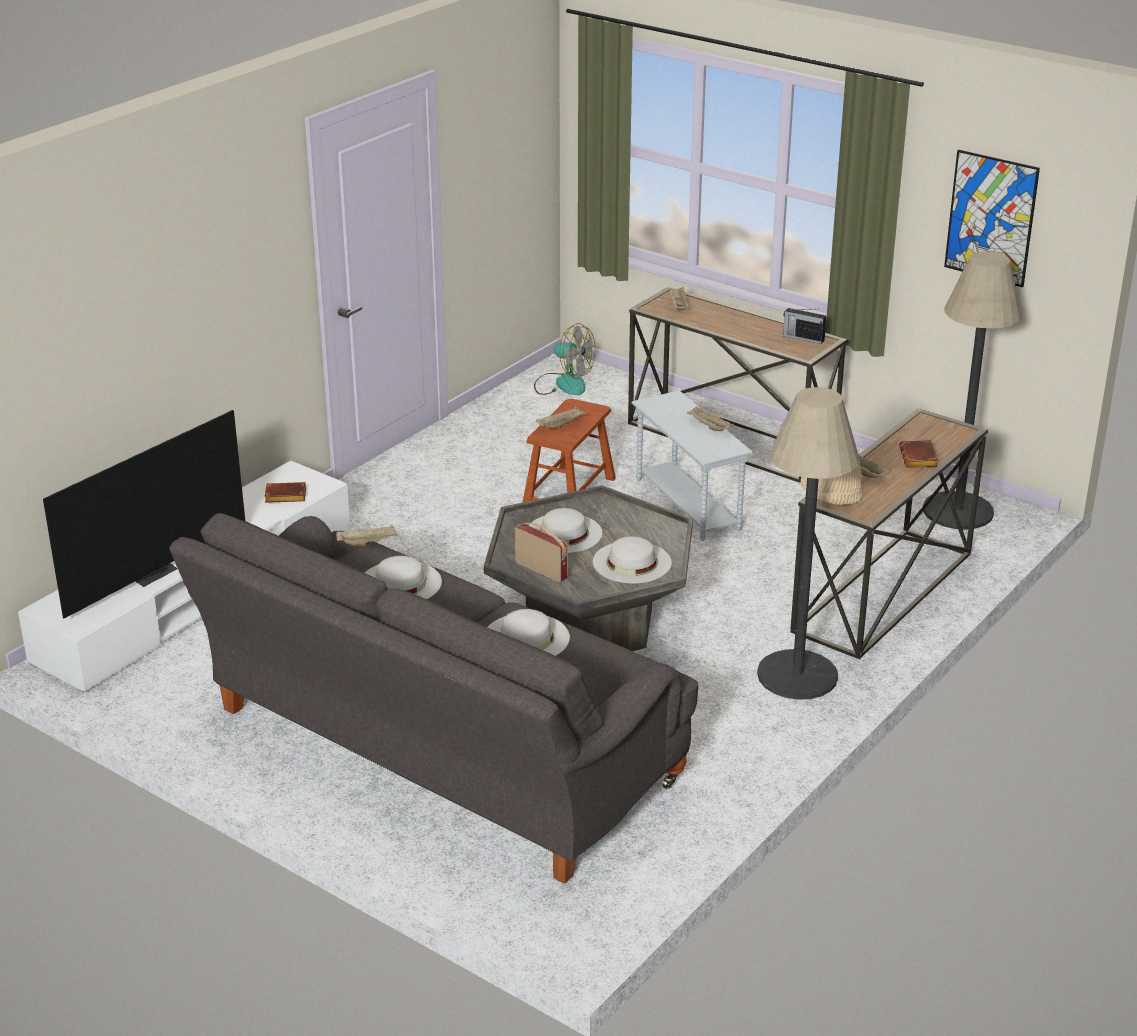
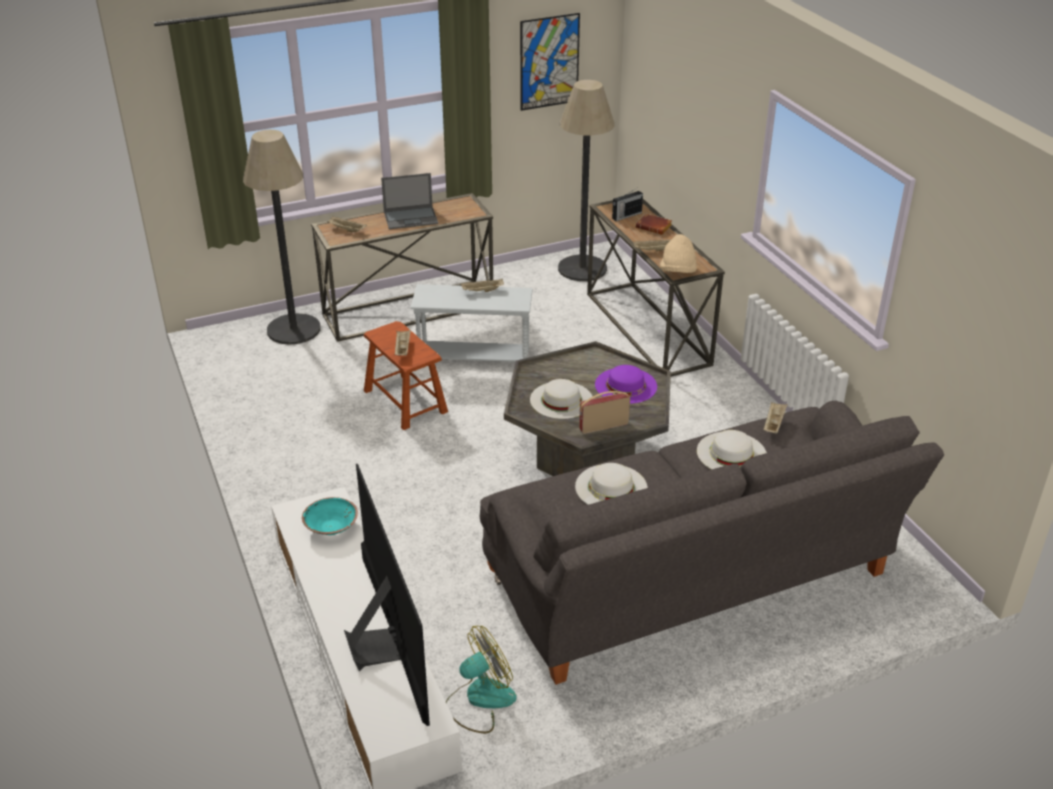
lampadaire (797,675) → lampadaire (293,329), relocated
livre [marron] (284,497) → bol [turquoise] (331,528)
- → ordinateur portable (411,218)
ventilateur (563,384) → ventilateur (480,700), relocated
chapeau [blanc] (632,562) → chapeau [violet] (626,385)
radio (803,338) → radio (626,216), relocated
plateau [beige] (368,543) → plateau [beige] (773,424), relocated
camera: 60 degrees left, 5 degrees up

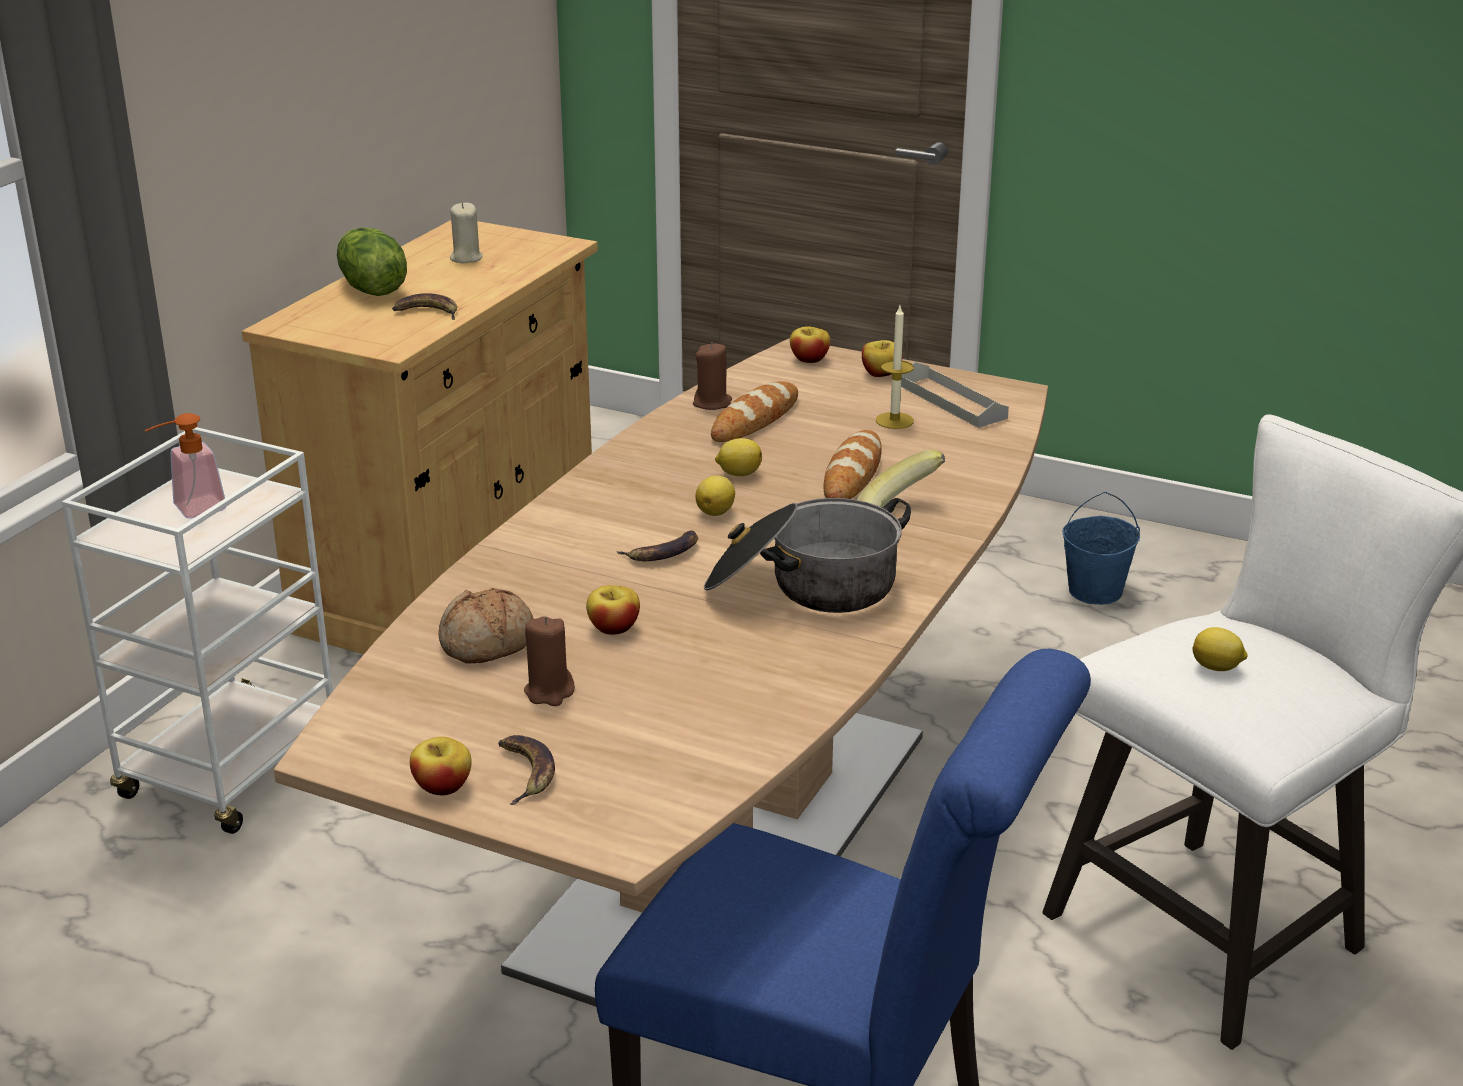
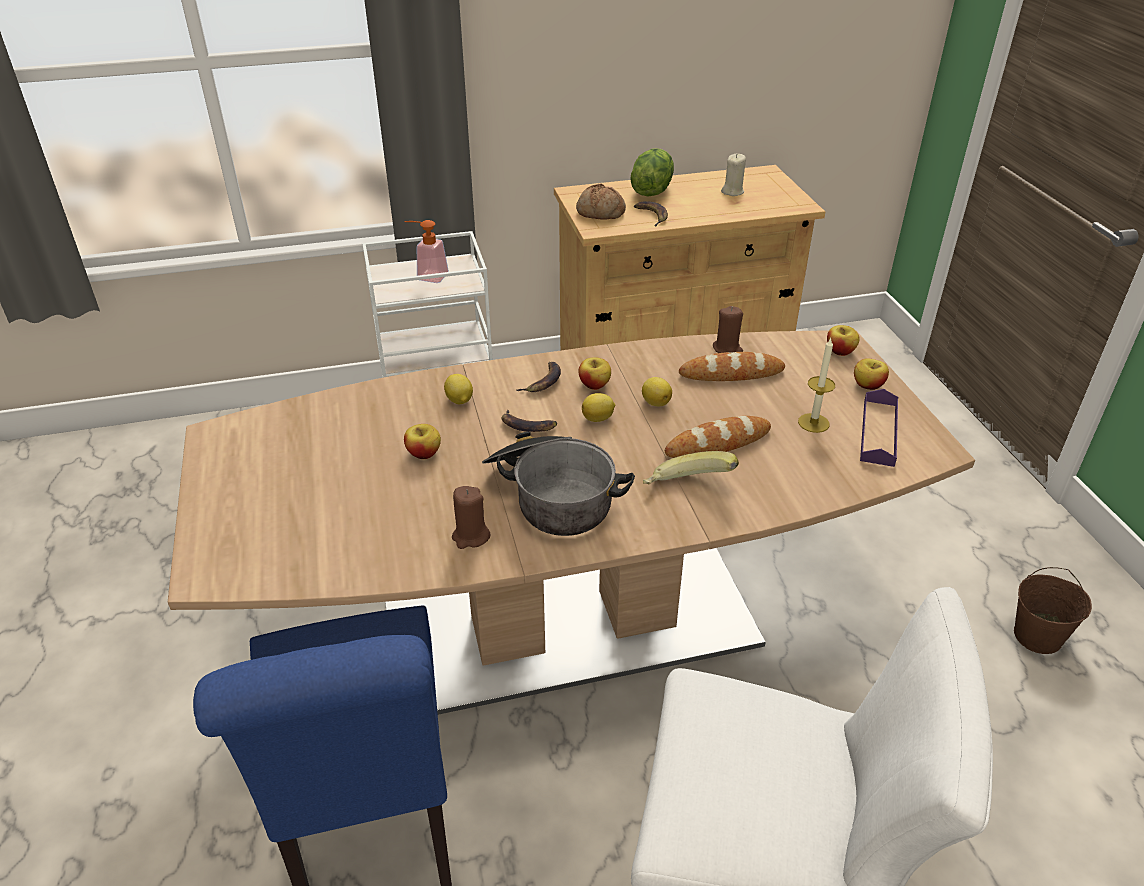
citron (1217,668) → citron (459,401), relocated
bougie [marron] (549,692) → bougie [marron] (470,536), relocated
banane (525,772) → banane (543,381), relocated
pain (488,644) → pain (600,213), relocated
pomme (442,787) → pomme (594,385), relocated
plateau [gris] (952,401) → plateau [violet] (878,432)
seau [bleu] (1095,591) → seau [marron] (1038,636)
camera: 50 degrees right, 10 degrees up

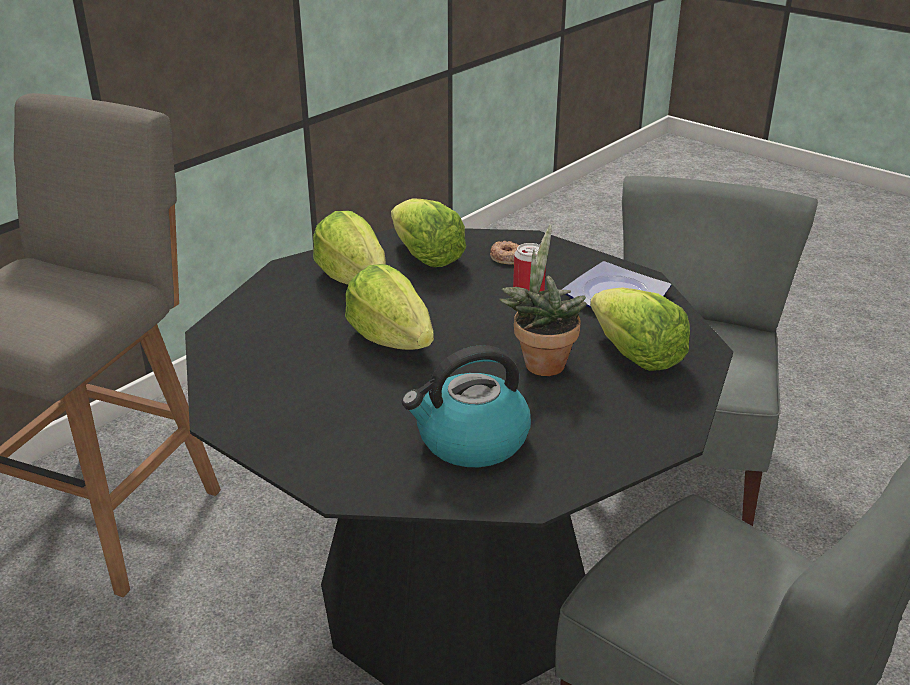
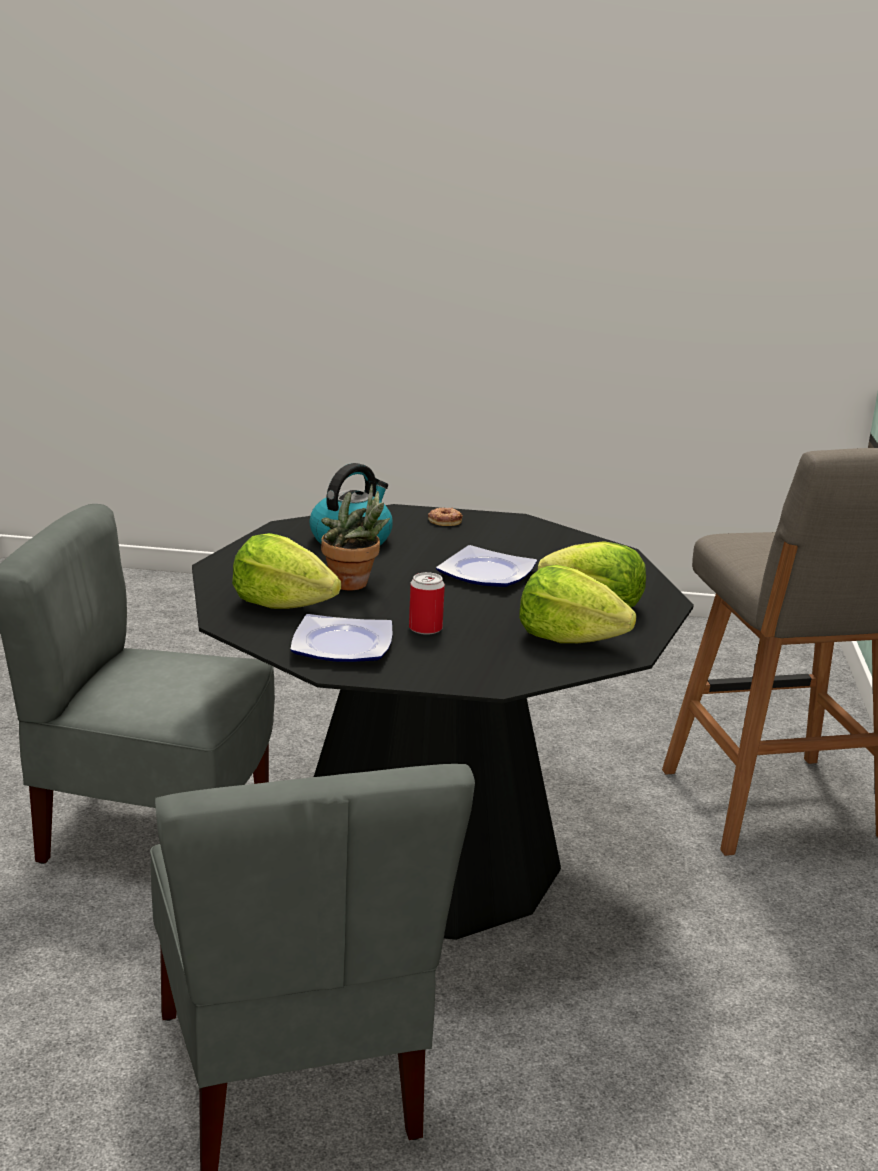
beignet (507,257) → beignet (445,521), relocated
laitue (391,339) → assiette (487,574)
camera: 145 degrees right, 10 degrees down

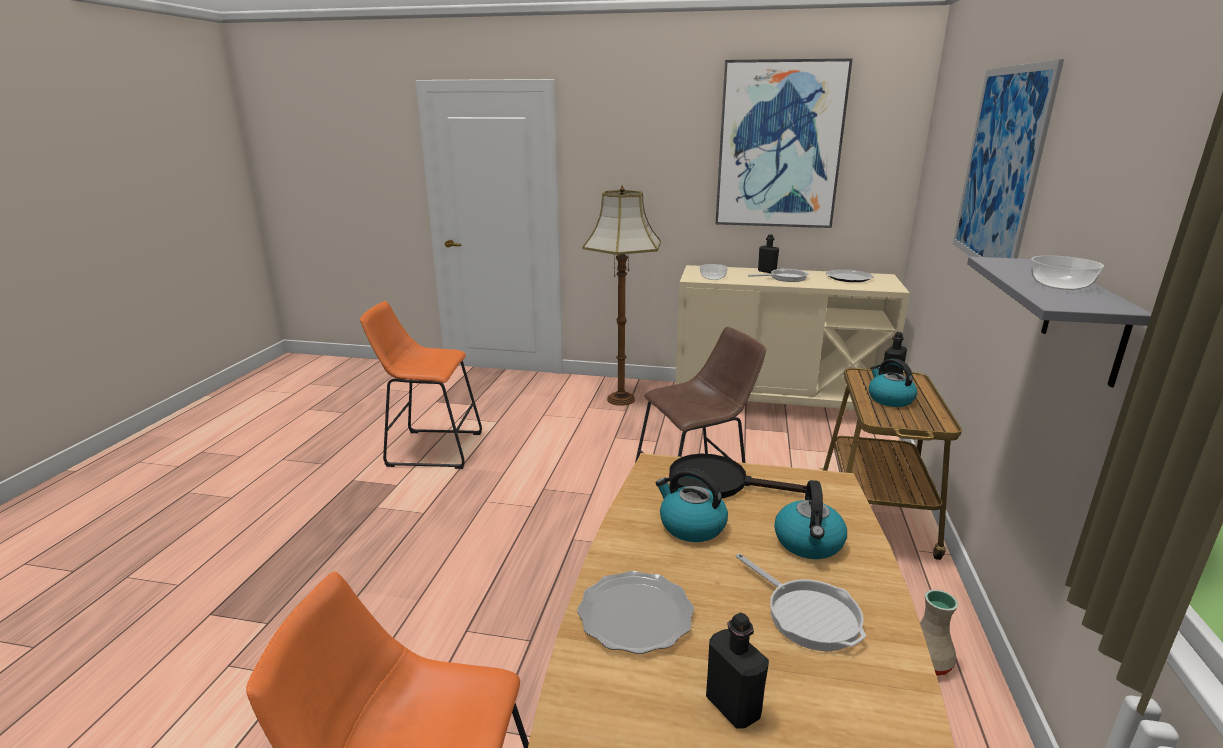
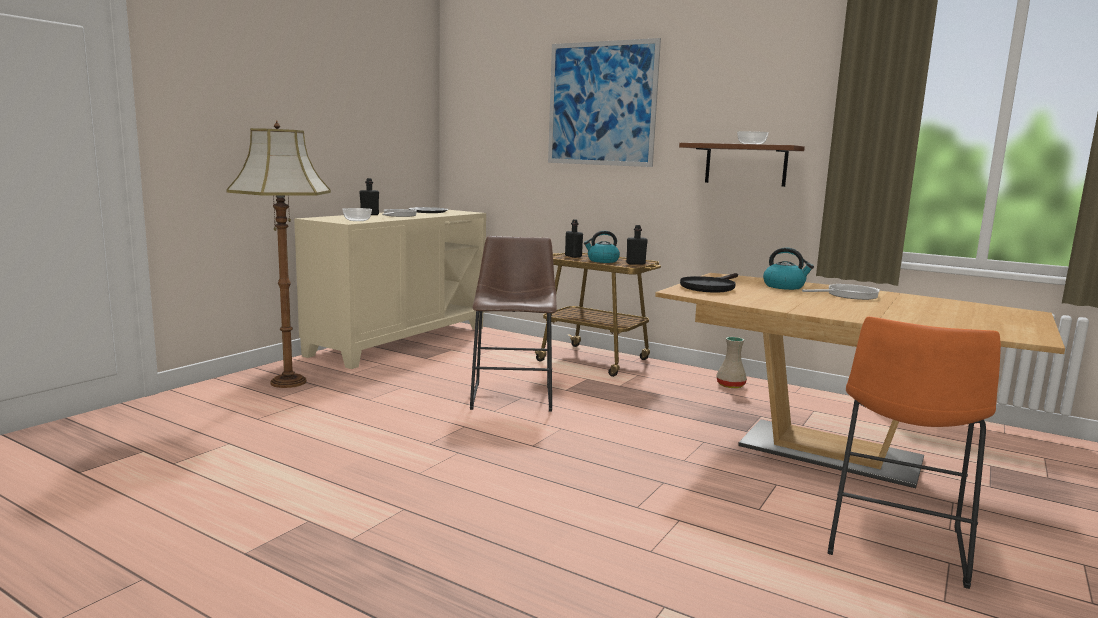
bouteille [noir] (733,707) → bouteille [noir] (635,263), relocated
étagère [gris] (1084,320) → étagère [marron] (745,164)
tabouret [orange] (429,448) → -
assiette (636,615) → -
bouilloire (691,526) → -
tableau (779,145) → -
camera: 70 degrees left, 10 degrees down

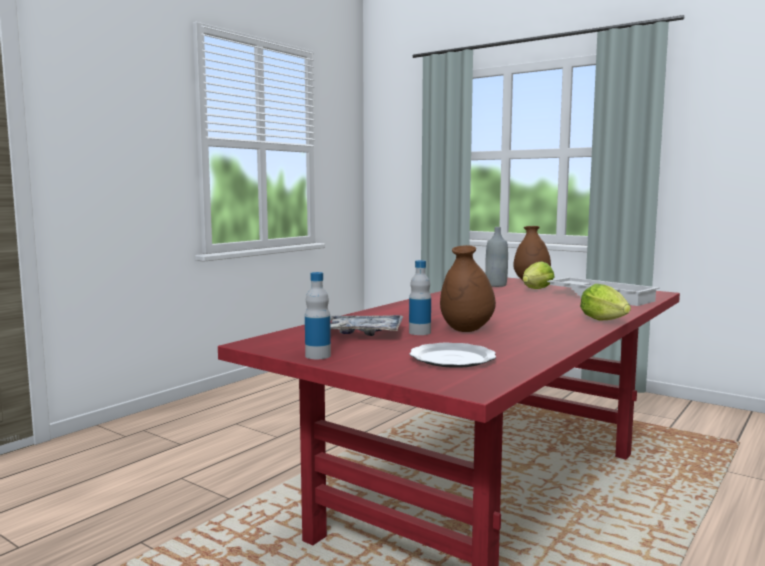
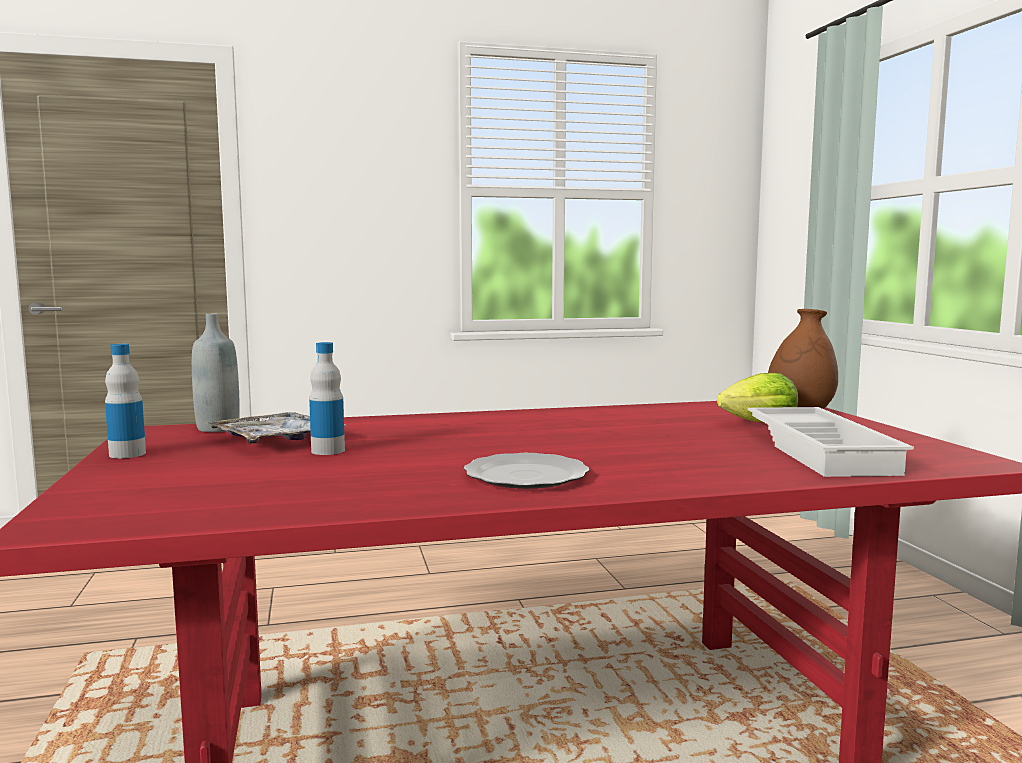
bouteille [gris] (496,285) → bouteille [gris] (218,428), relocated
assiette (453,358) → assiette (528,476), relocated
vase [marron] (466,330) → -
laitue (606,321) → -
camera: 40 degrees right, 0 degrees up

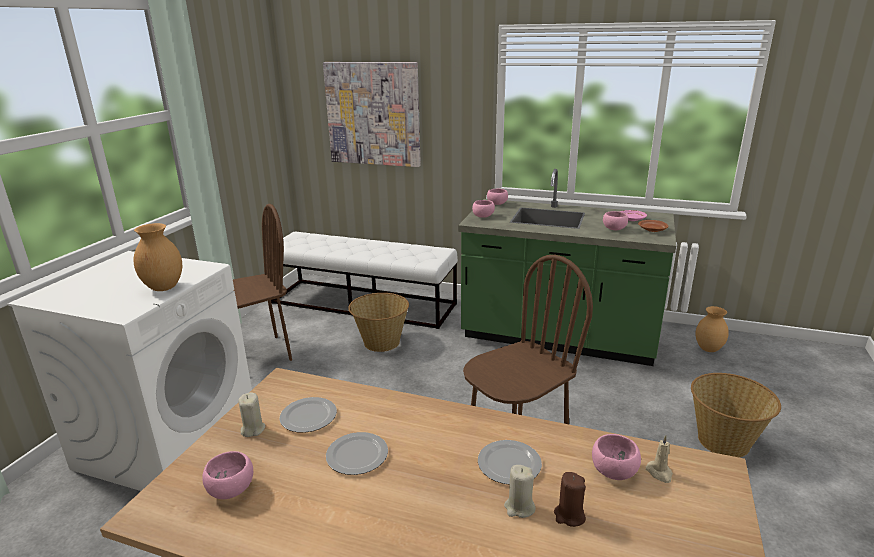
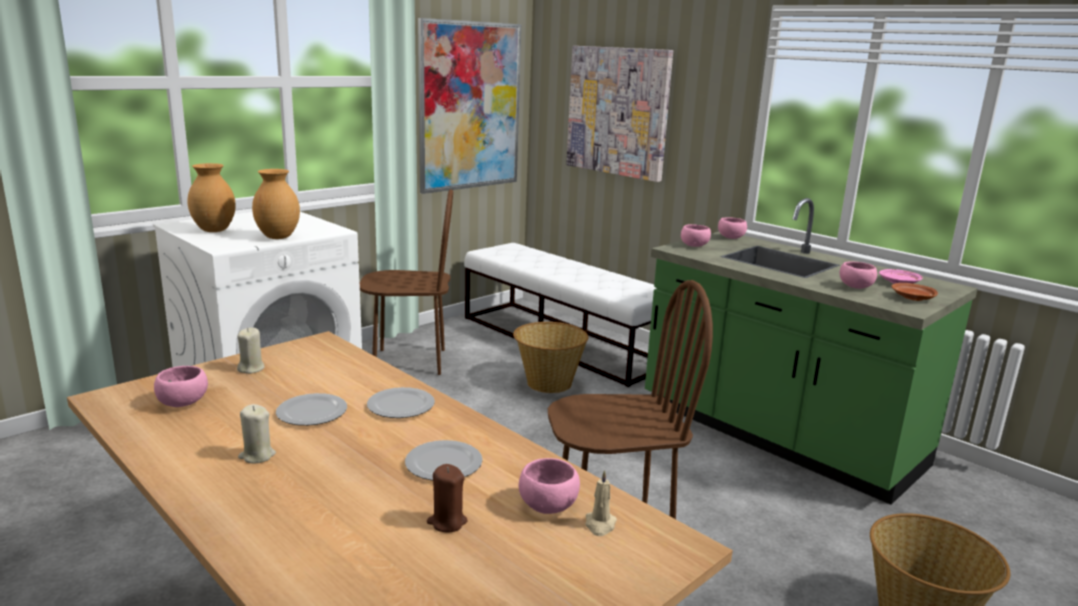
vase [marron] (708,349) → vase [marron] (213,230), relocated
bougie [beige] (519,507) → bougie [beige] (257,455), relocated
assiette (307,417) → assiette (399,406), relocated
- → tableau (470,106)
camera: 25 degrees right, 5 degrees down

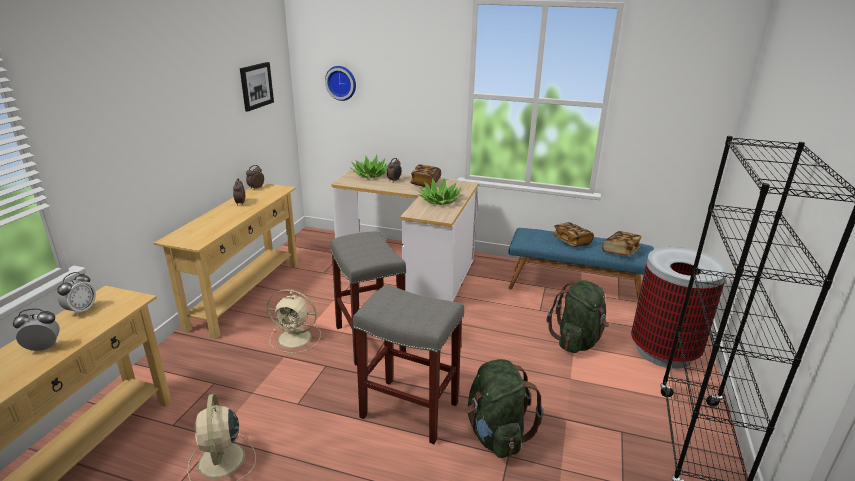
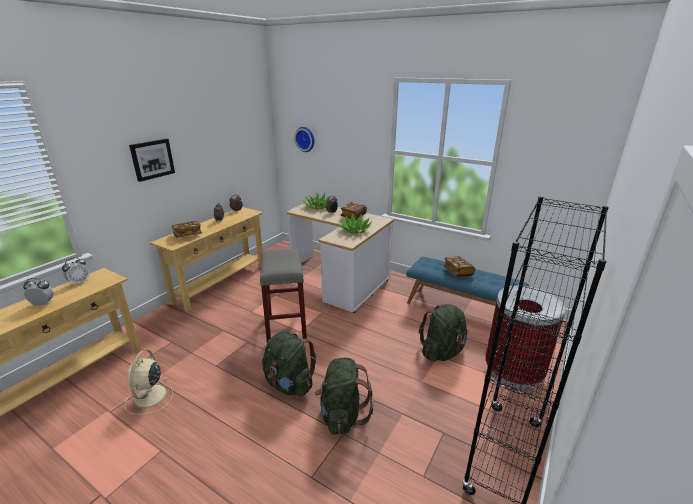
tableau (256,86) → tableau (152,159), relocated
livre (620,251) → livre (188,235), relocated
tabouret [gris] (411,410) → sac à dos [vert] (289,384)
ventilateur [beige] (296,338) → -
camera: 15 degrees right, 0 degrees up

